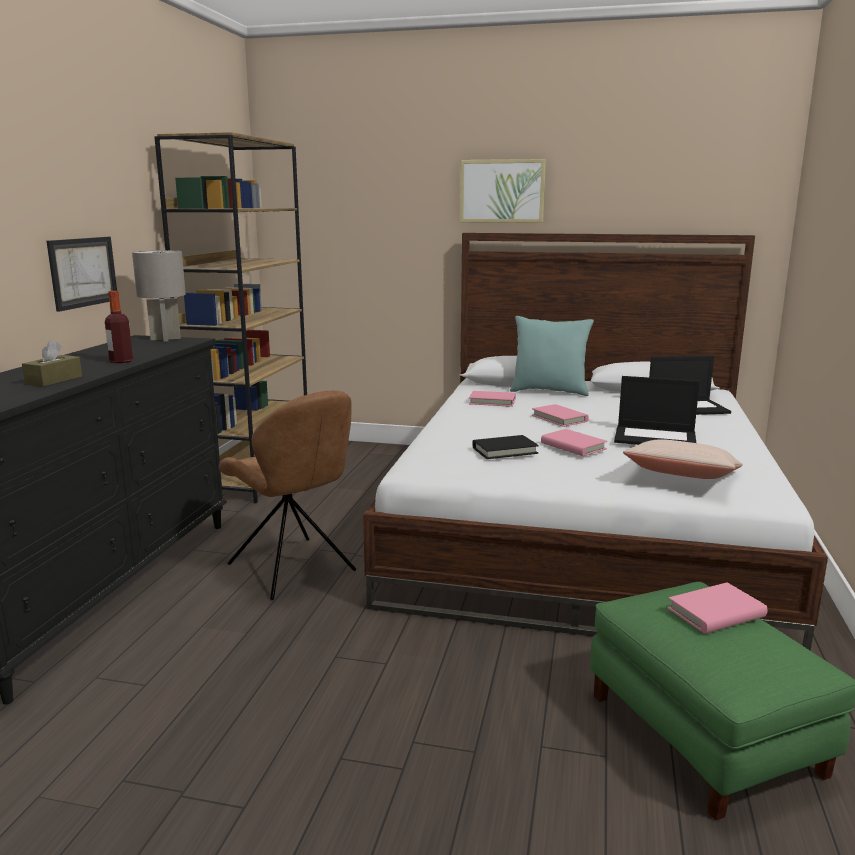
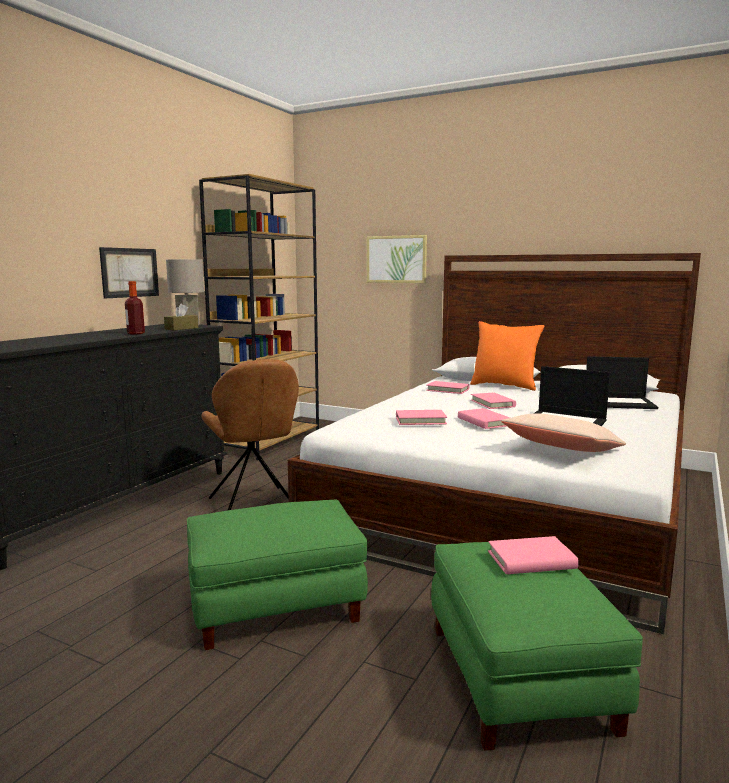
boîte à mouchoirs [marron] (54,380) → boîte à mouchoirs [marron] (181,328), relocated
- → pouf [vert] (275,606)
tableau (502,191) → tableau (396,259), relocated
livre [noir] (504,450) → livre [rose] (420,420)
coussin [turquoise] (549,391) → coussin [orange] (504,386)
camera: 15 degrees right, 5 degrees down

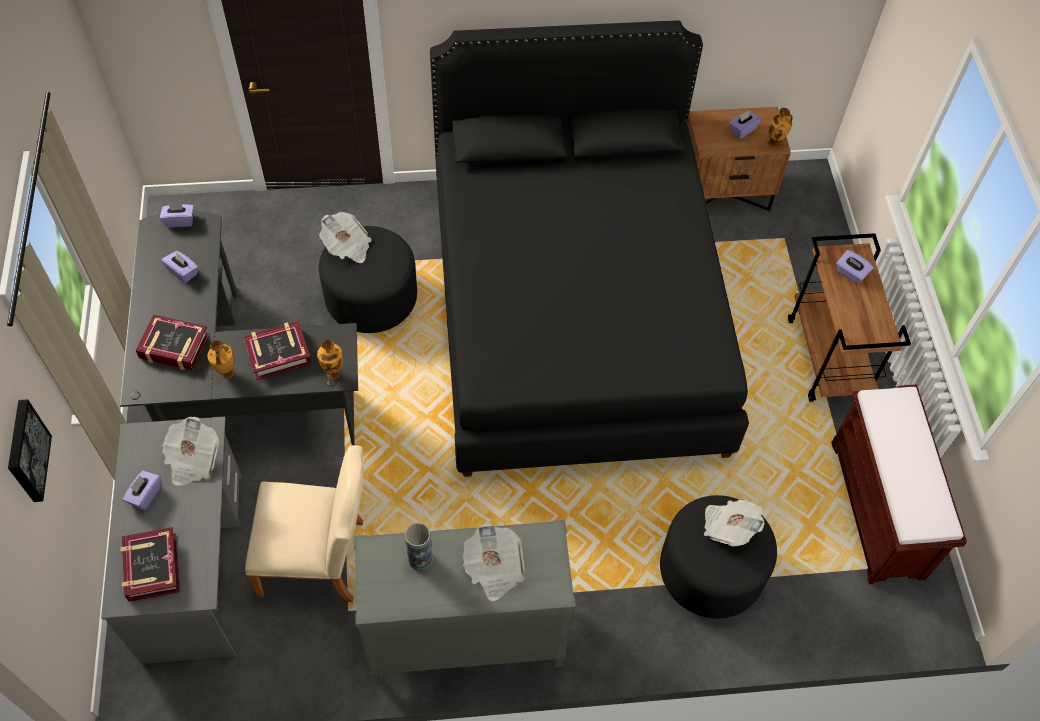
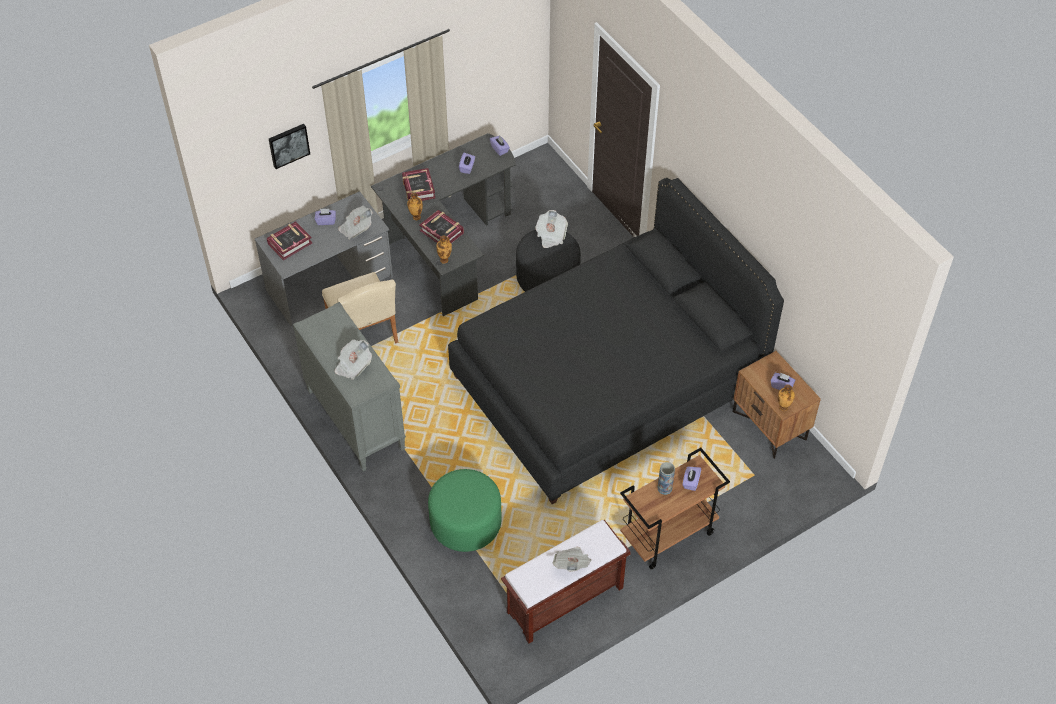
pouf [noir] (711,571) → pouf [vert] (465,523)
journal (728,527) → journal (571,564), relocated
vase (420,559) → vase (664,488), relocated
camera: 65 degrees right, 5 degrees down

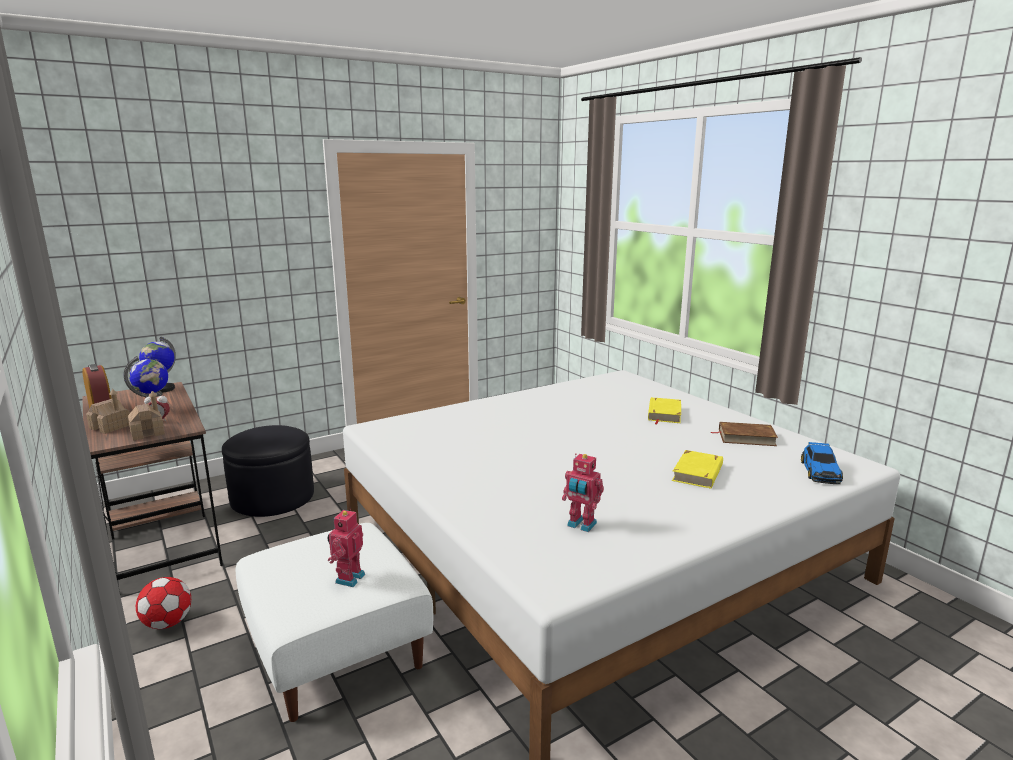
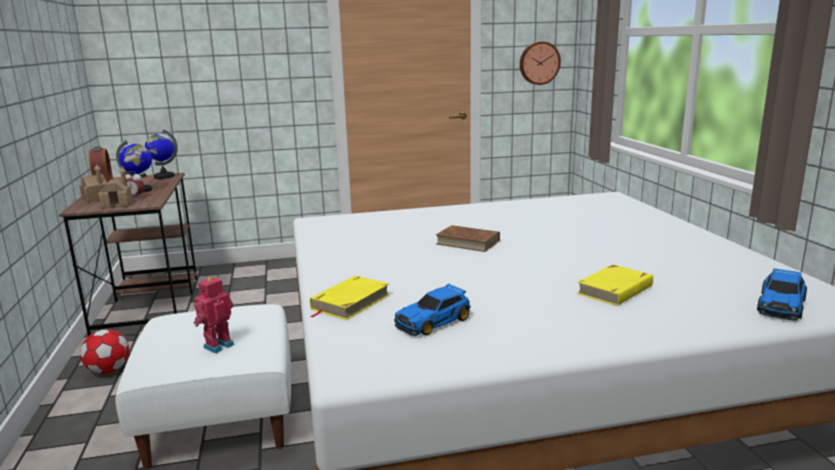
livre [jaune] (664,414) → livre [jaune] (350,302), relocated
robot jouet (581,525) → petite voiture (434,321)
livre [marron] (746,437) → livre [marron] (467,242), relocated
- → horloge murale (539,63)
pouf [noir] (272,497) → -
camera: 20 degrees right, 0 degrees up

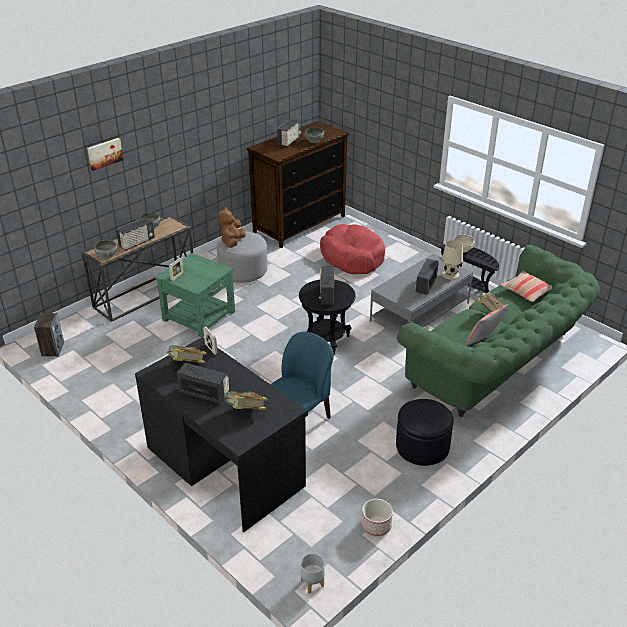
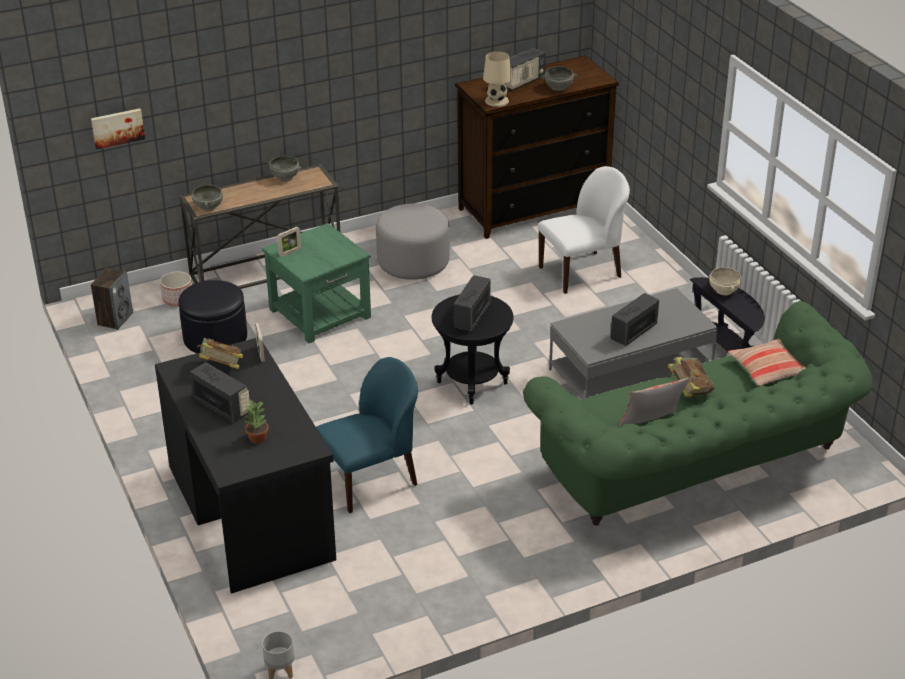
tableau (104,153) → tableau (117,127), relocated
cache-pot (376,525) → cache-pot (177,299), relocated
pouf [noir] (422,446) → pouf [noir] (215,337), relocated
livre (246,411) → plante en pot (258,438)
lampe de table [beige] (450,275) → lampe de table [beige] (496,101), relocated
panier pour chien [rouge] (352,257) → chaise [blanc] (581,272)
radio (137,243) → -
peluche [marron] (232,242) → -
camera: 20 degrees right, 0 degrees up

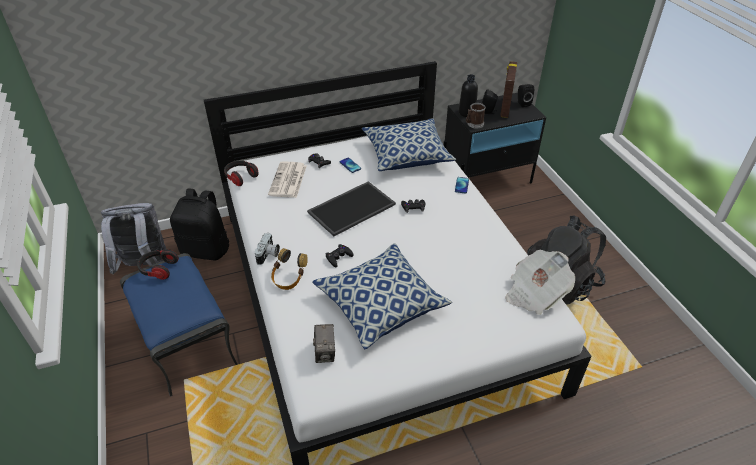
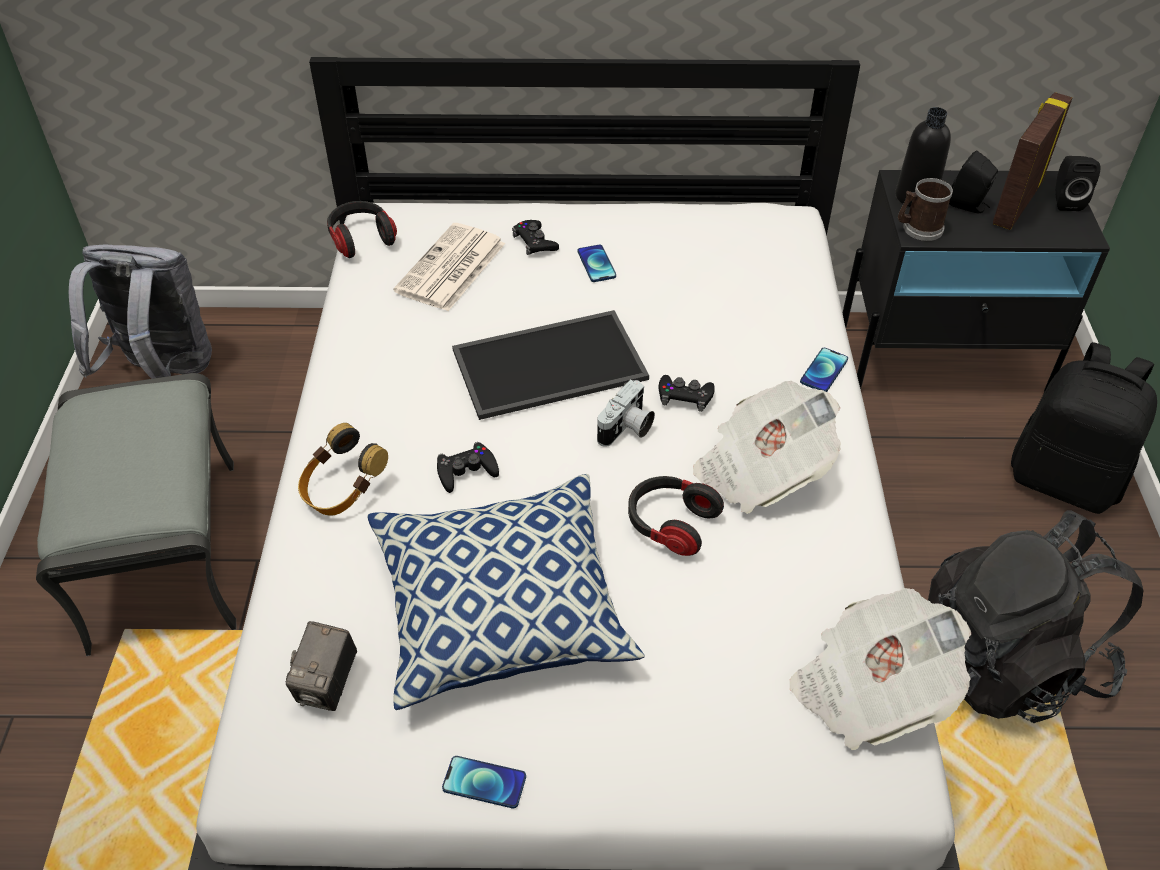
pouf [bleu] (188,342) → pouf [gris] (167,553)
- → téléphone (484,782)
appareil photo (268,255) → appareil photo (627,429), relocated
casque audio (158,269) → casque audio (670,524), relocated
- → journal (761,470)
sac à dos [noir] (206,249) → sac à dos [noir] (1064,479), relocated
coussin (407,155) → -
camera: 20 degrees right, 5 degrees up

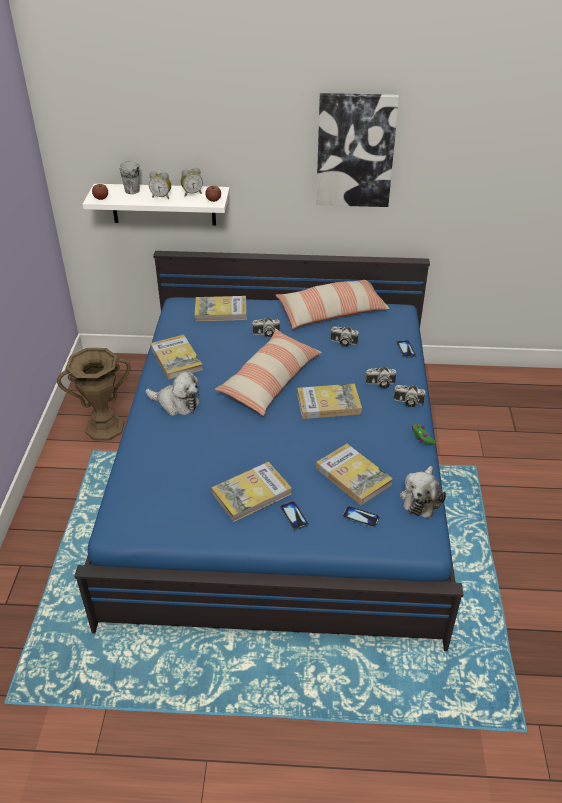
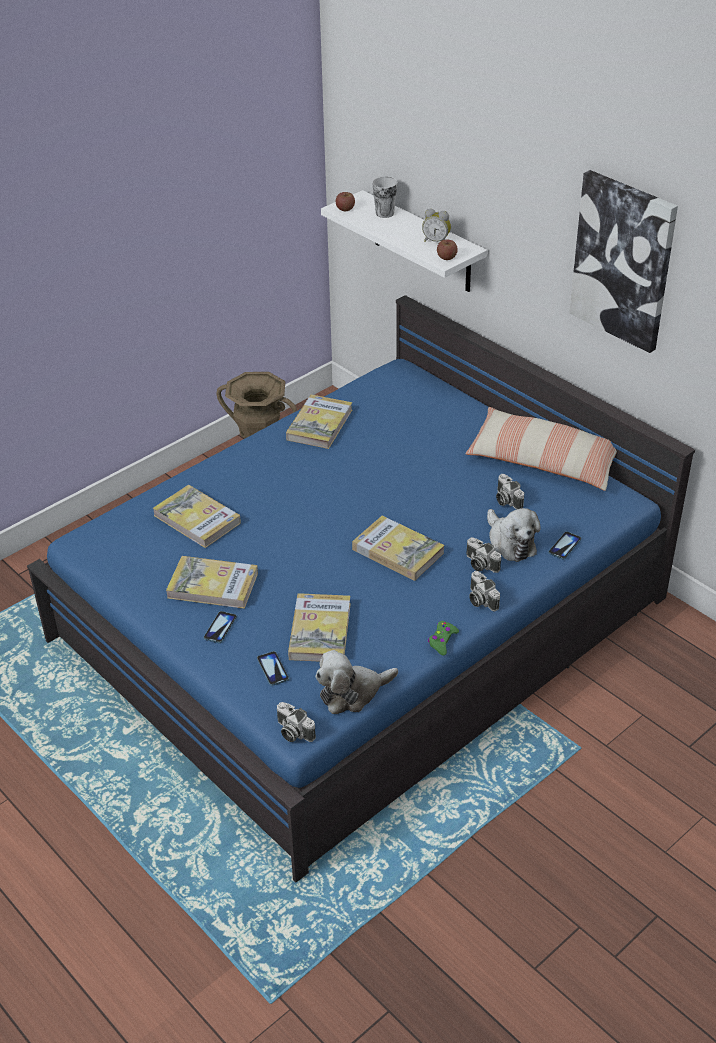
livre (221,311) → livre (197,519), relocated
appareil photo (266,334) → appareil photo (292,732), relocated
peluche (176,403) → peluche (510,543), relocated
réveil (161,197) → -
coussin (270,381) → -
camera: 45 degrees right, 0 degrees up

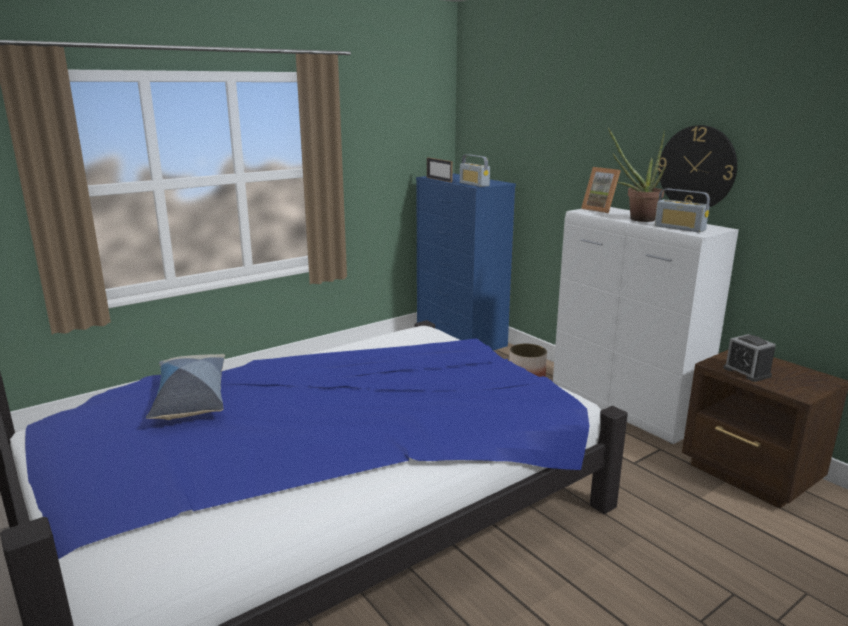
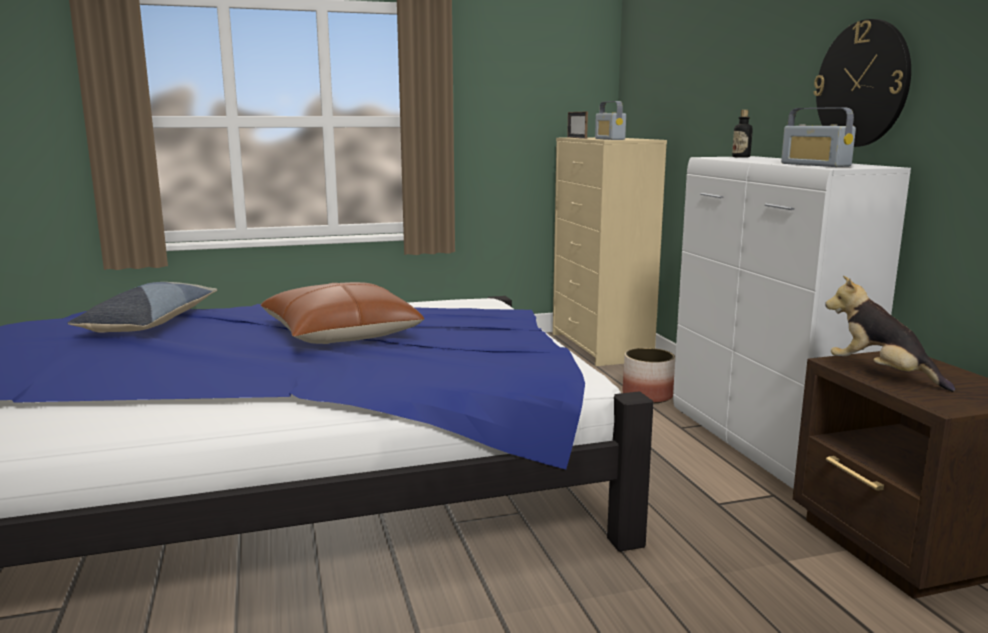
- → coussin [marron] (341,334)
commode [bleu] (461,338) → commode [beige] (601,347)
cadre photo (601,210) → bouteille (741,157)
réveil (747,372) → peluche (881,374)
plante en pot (636,219) → -
camera: 20 degrees right, 5 degrees down

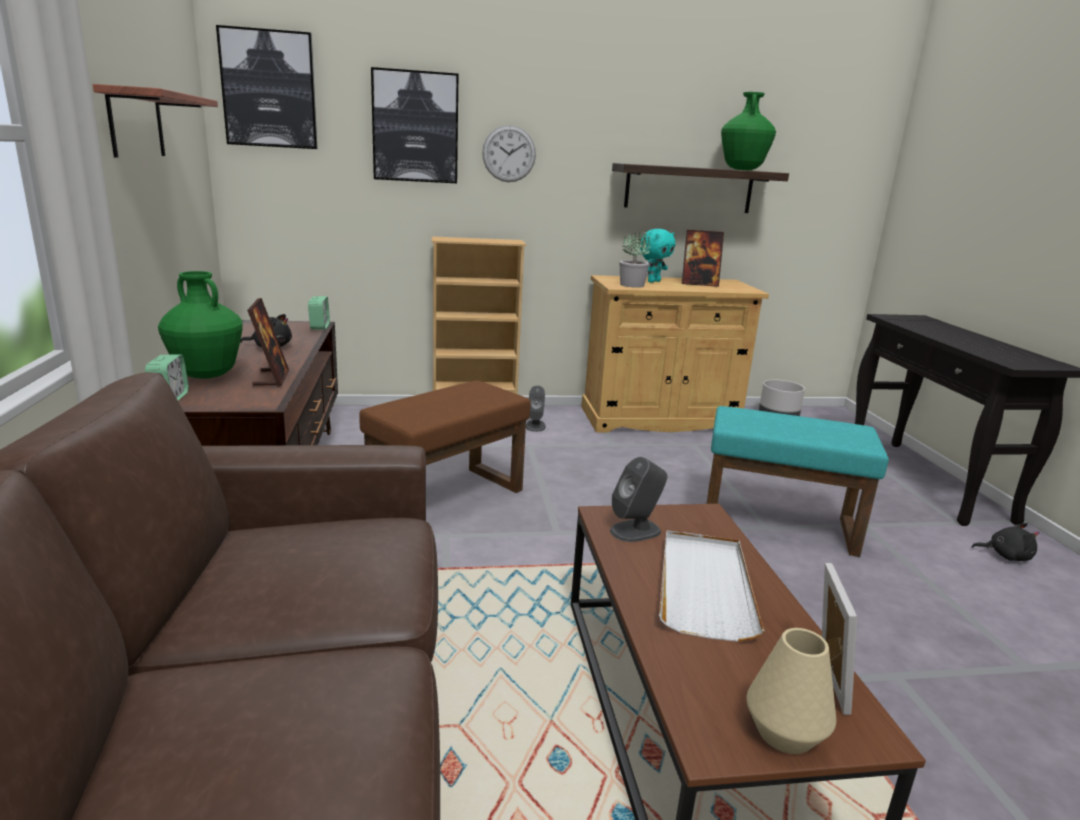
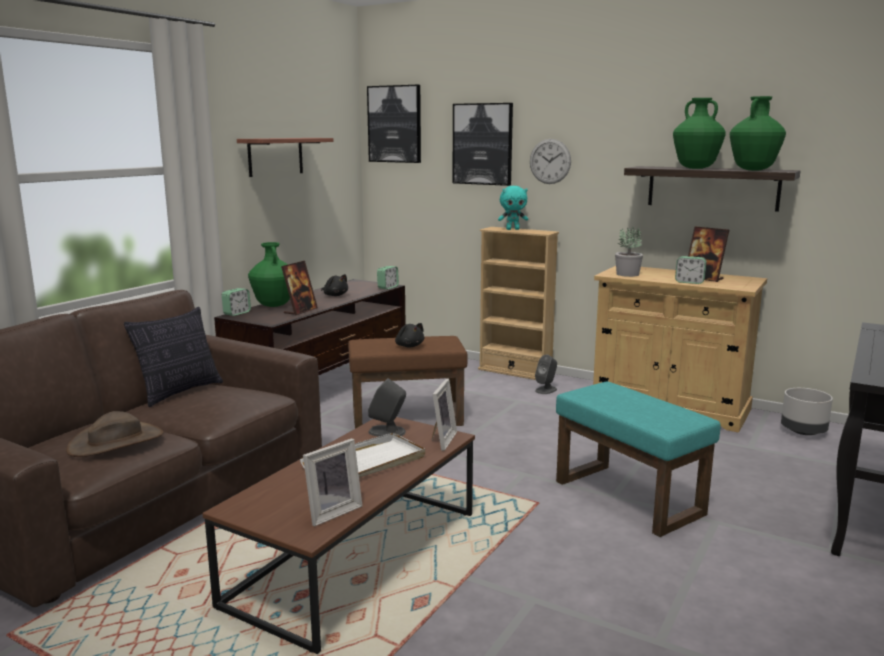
- → chapeau [marron] (116,442)
- → coussin (180,392)
peluche [noir] (1005,556) → peluche [noir] (409,346), relocated
- → cadre photo (440,440)
peluche [turquoise] (653,281) → peluche [turquoise] (513,229), relocated
- → vase [vert] (696,168)
- → réveil (689,282)
vase [beige] (784,733) → -
camera: 40 degrees right, 5 degrees down

